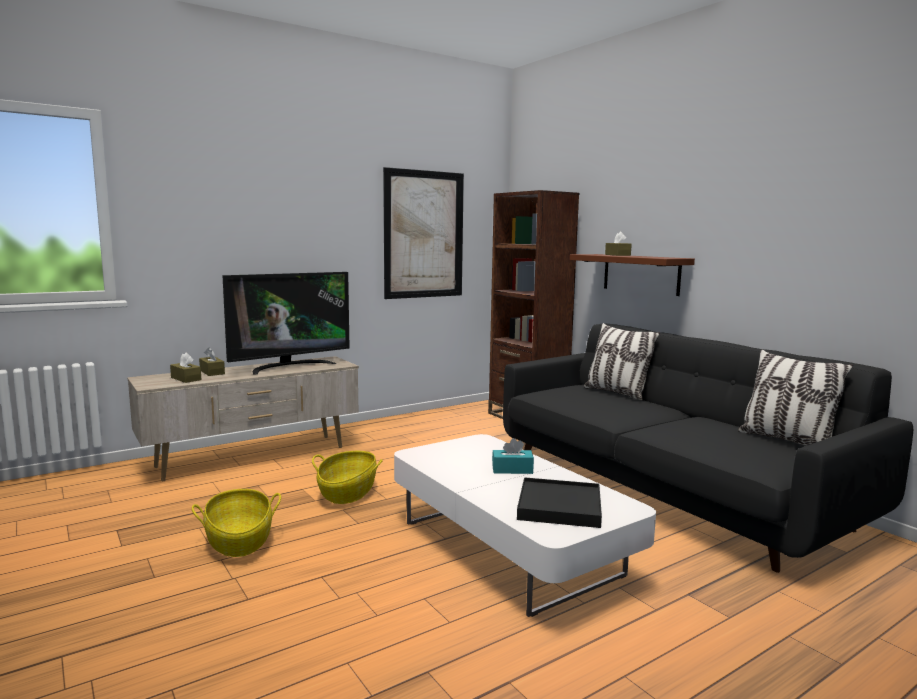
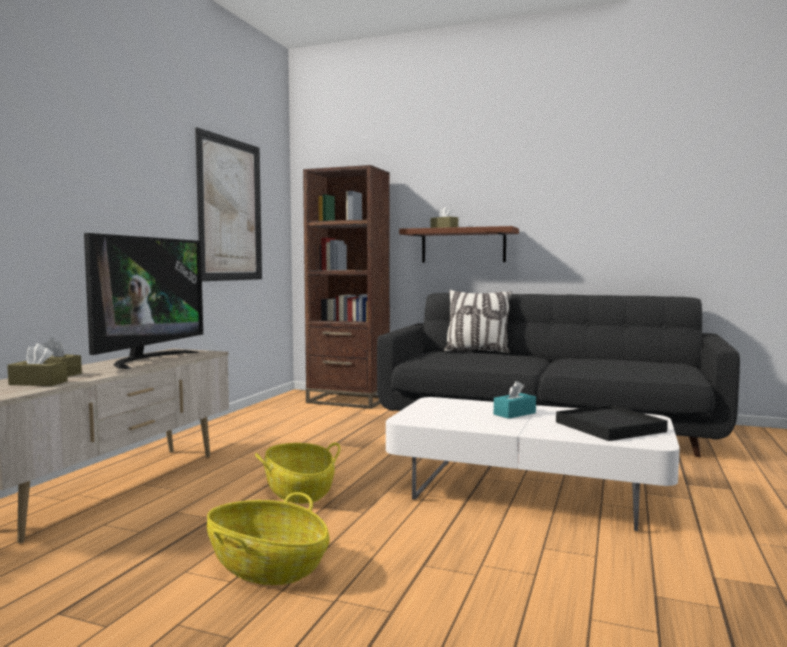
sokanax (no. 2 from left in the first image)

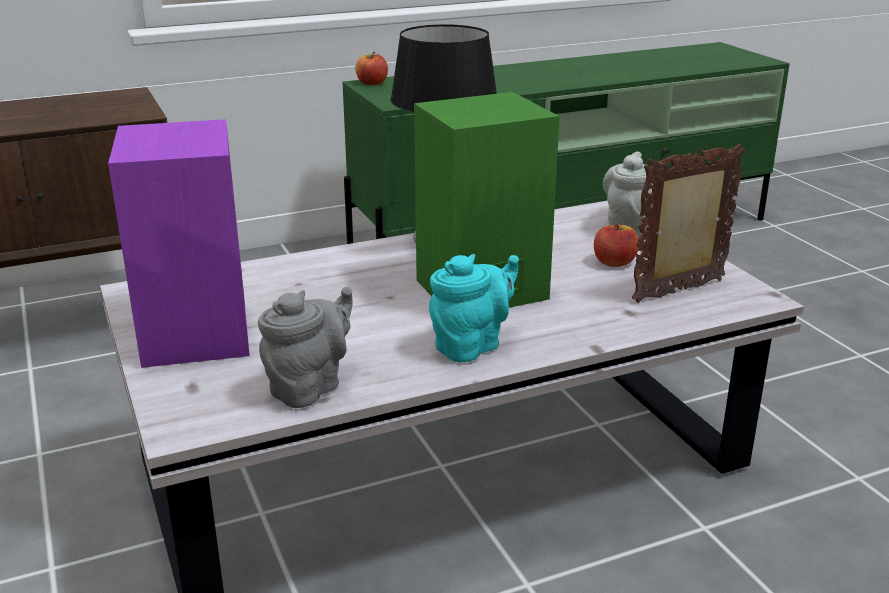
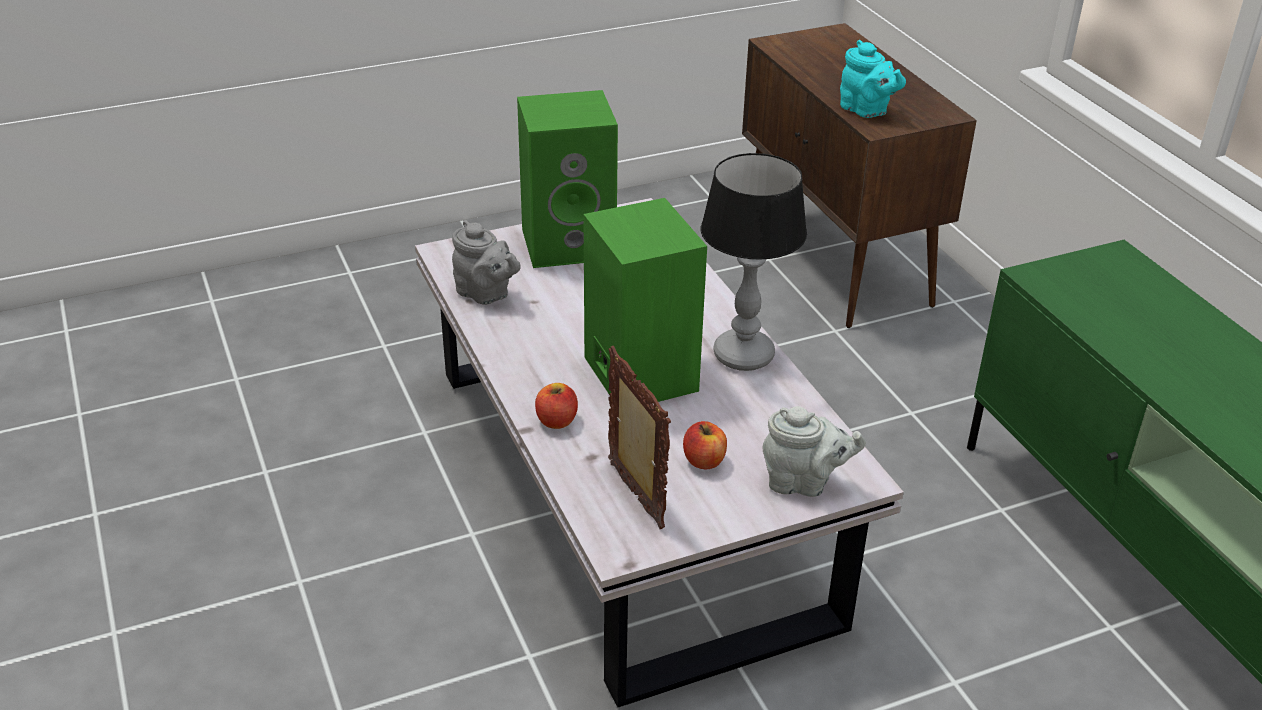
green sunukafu (no. 1 from left); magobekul (no. 1 from left); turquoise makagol

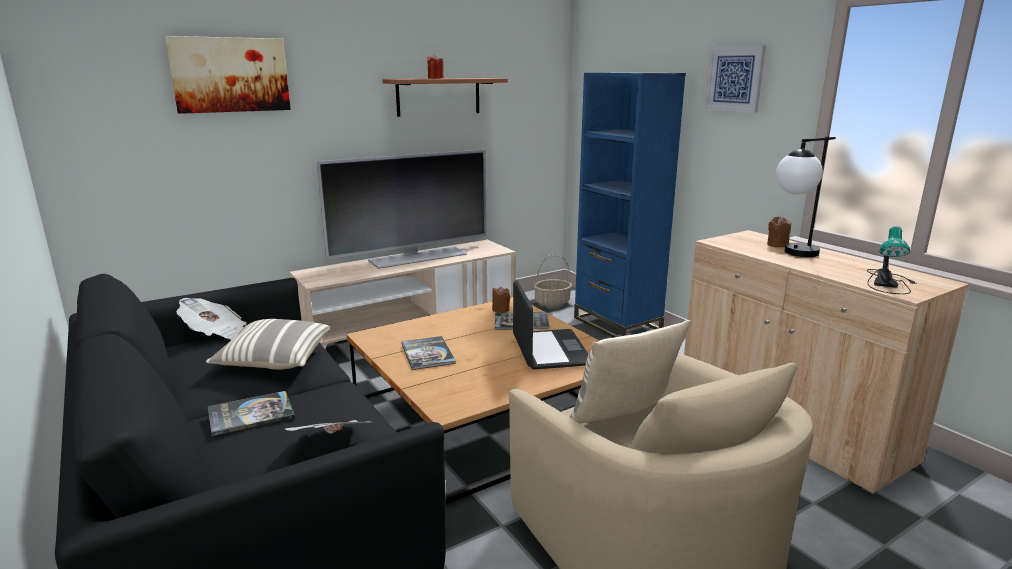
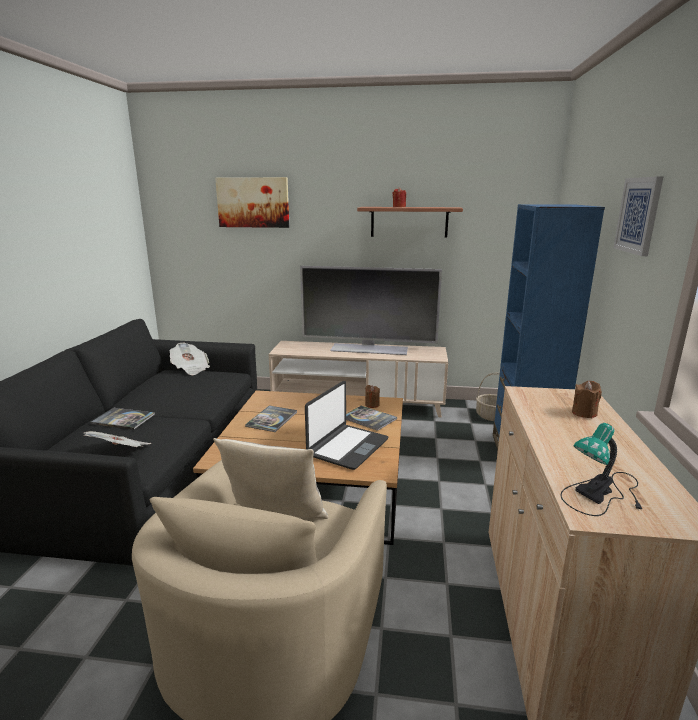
sokanax (no. 1 from left in the first image); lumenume (no. 1 from left in the first image)

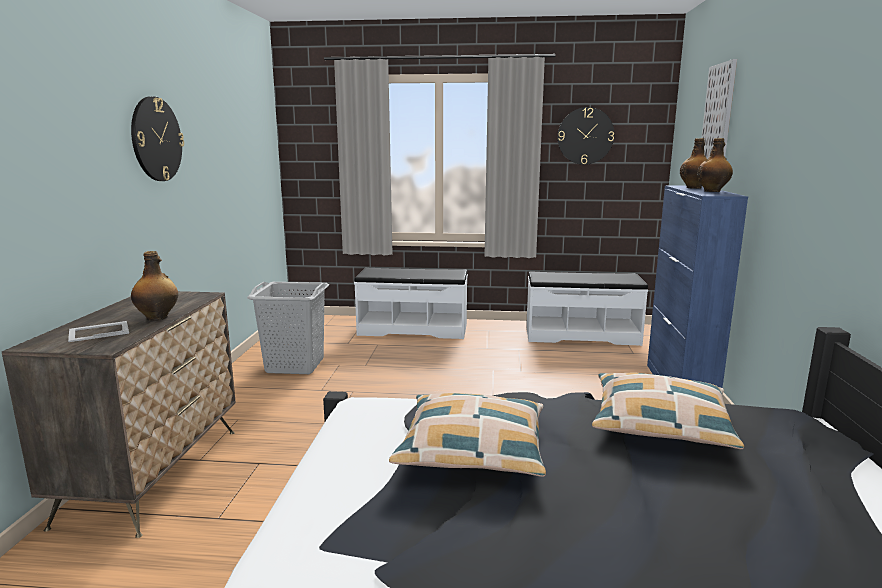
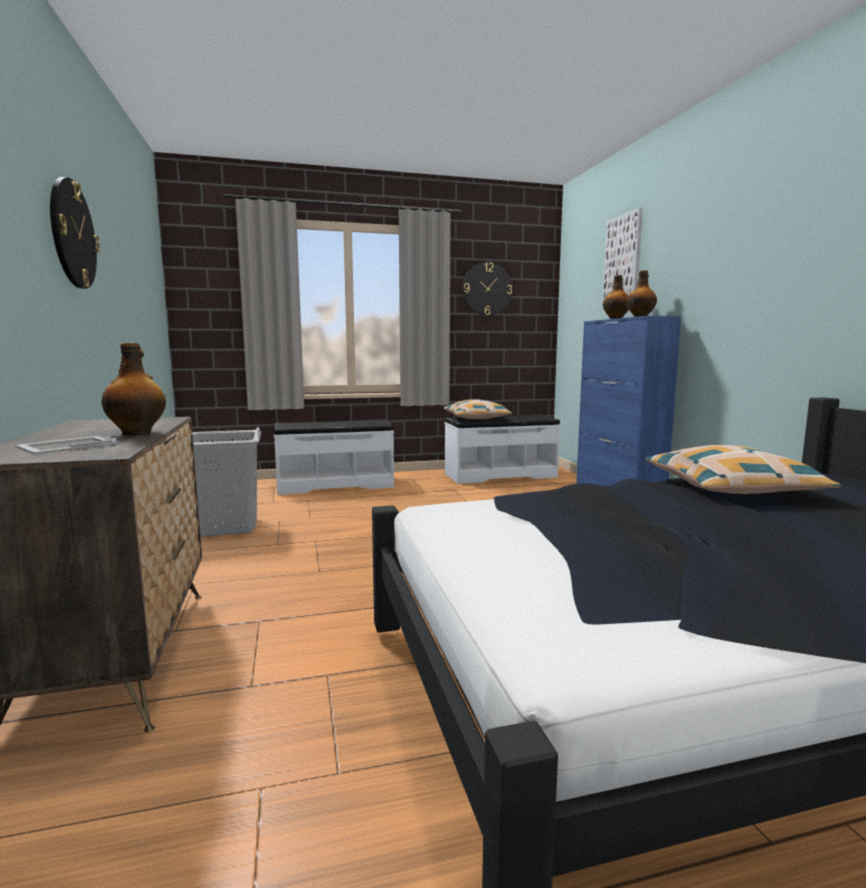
sokanax (no. 1 from left)

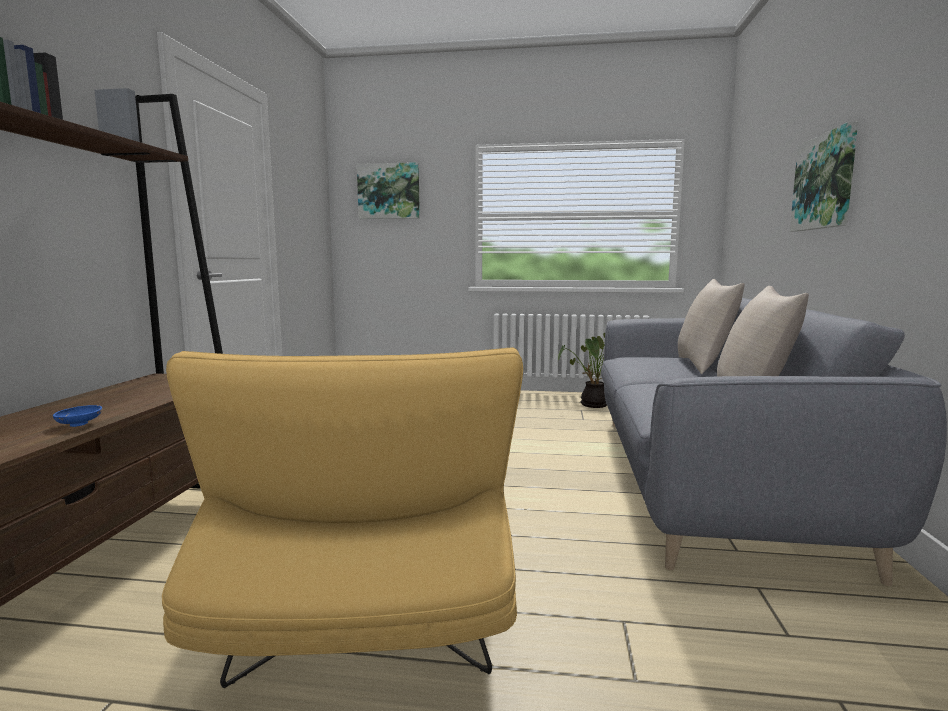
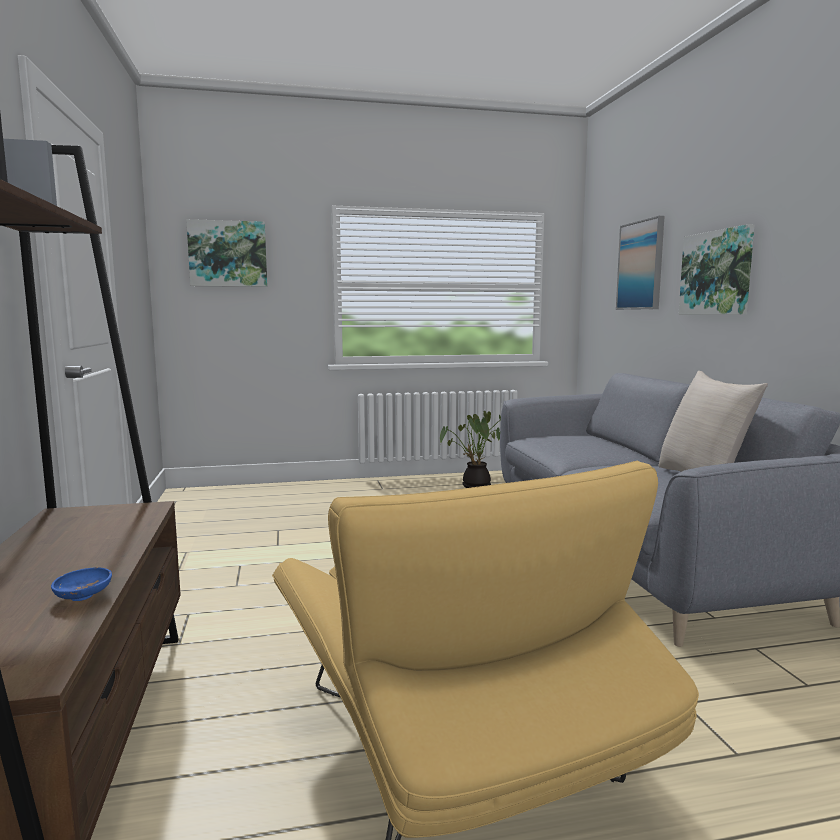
beige sokanax (no. 1 from left in the first image); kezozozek (no. 2 from left)

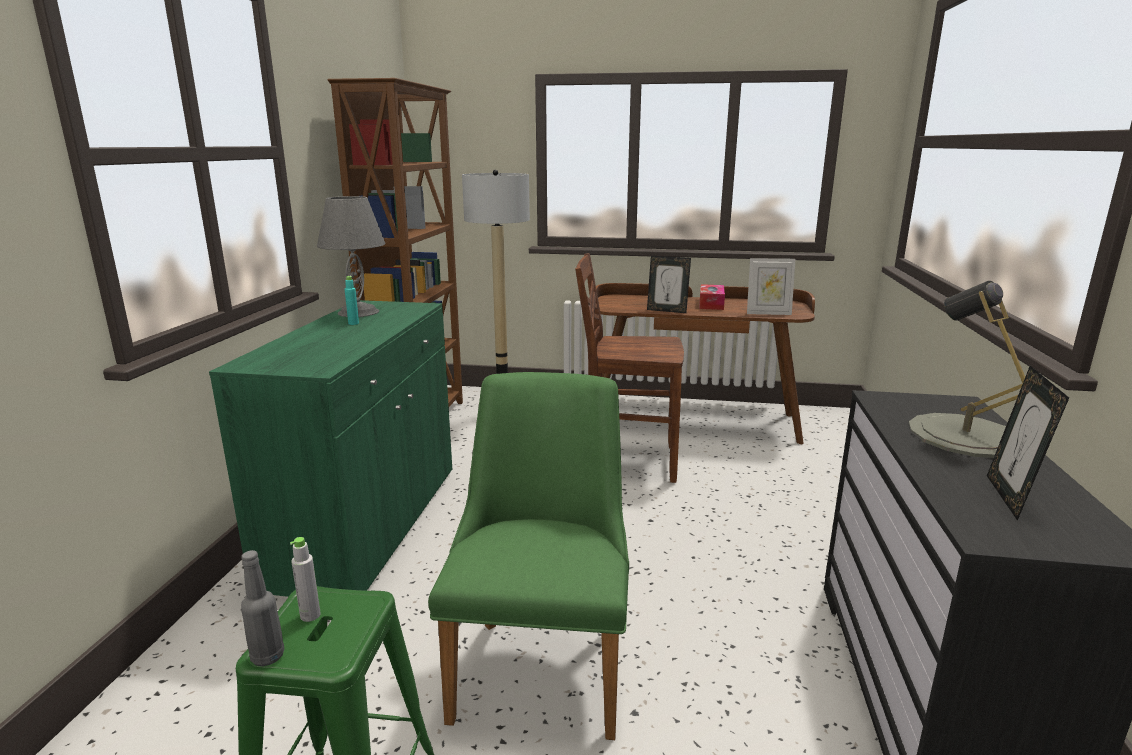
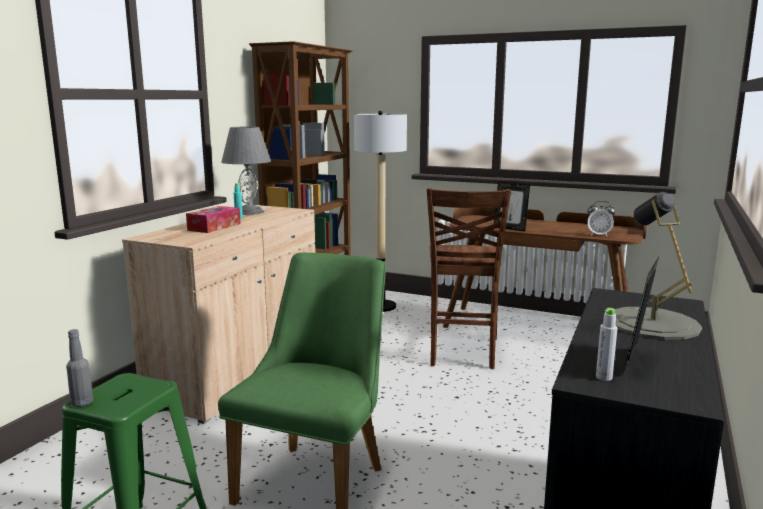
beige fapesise; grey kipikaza (no. 2 from left); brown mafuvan; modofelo; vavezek

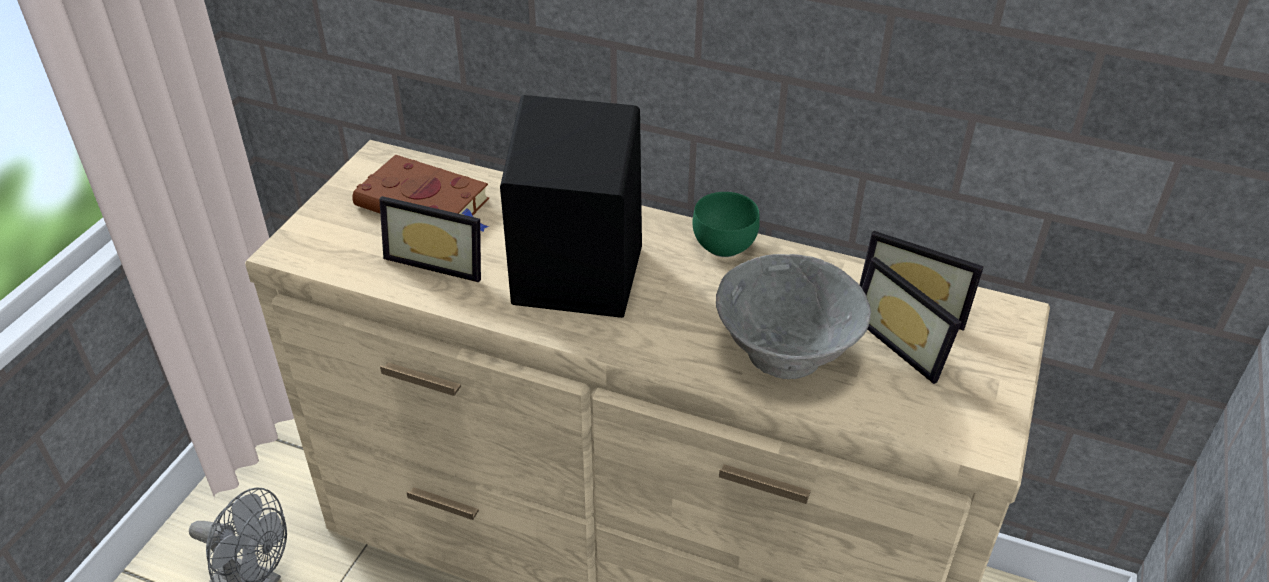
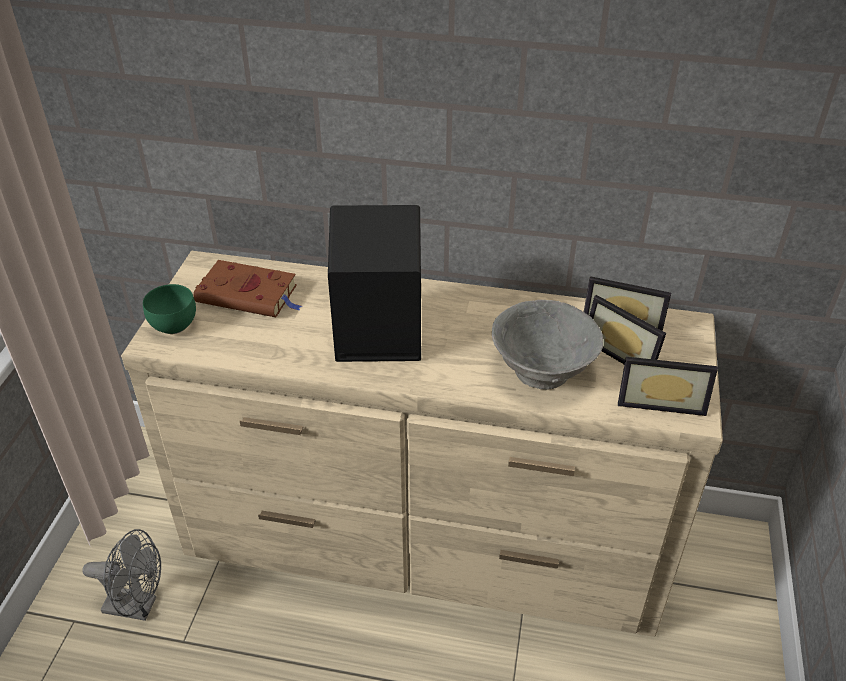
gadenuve (no. 3 from left); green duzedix

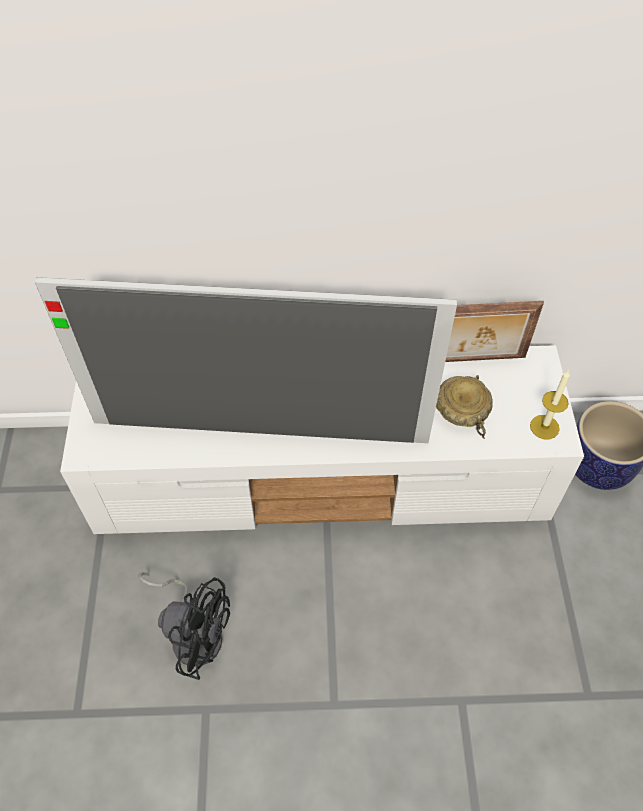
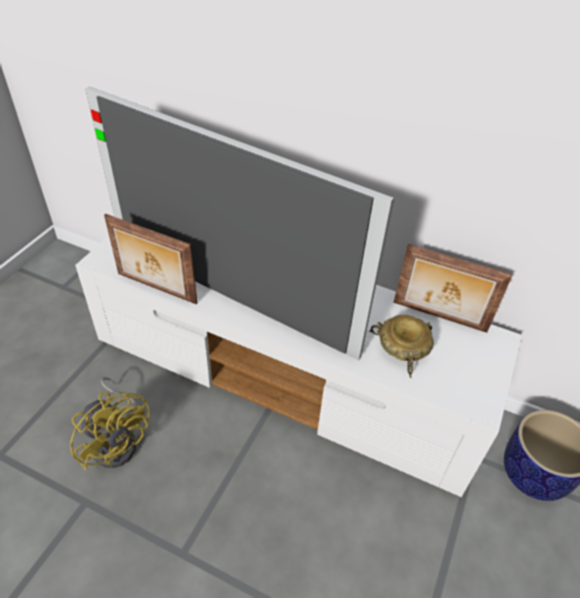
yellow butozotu; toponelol; gadenuve (no. 1 from left)

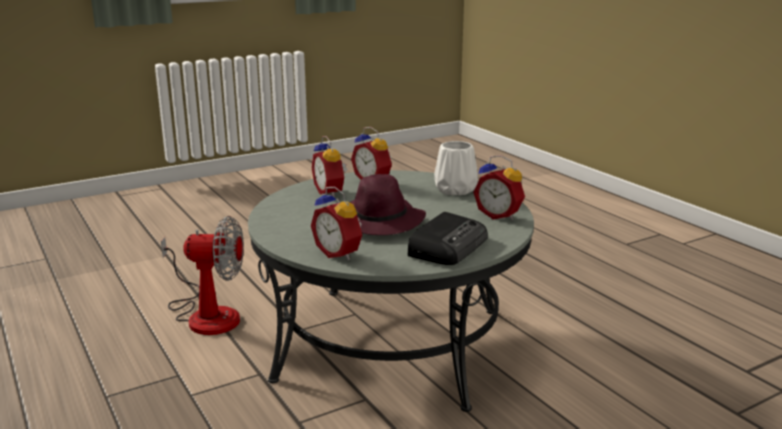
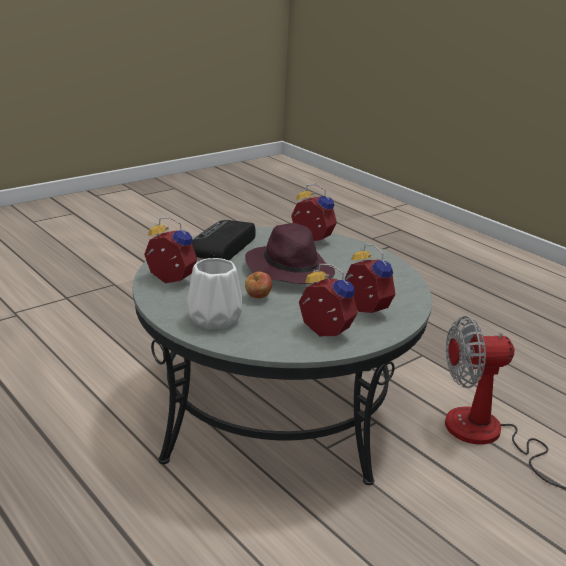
magobekul

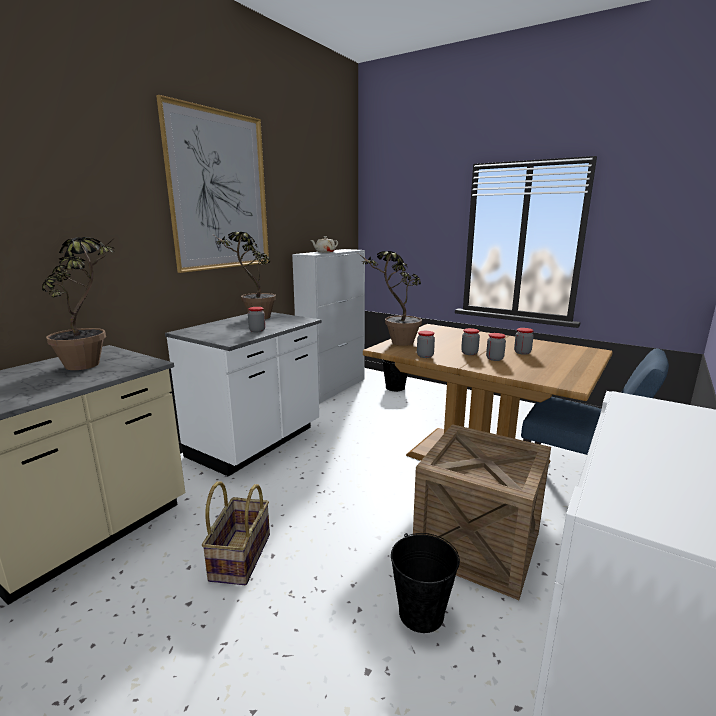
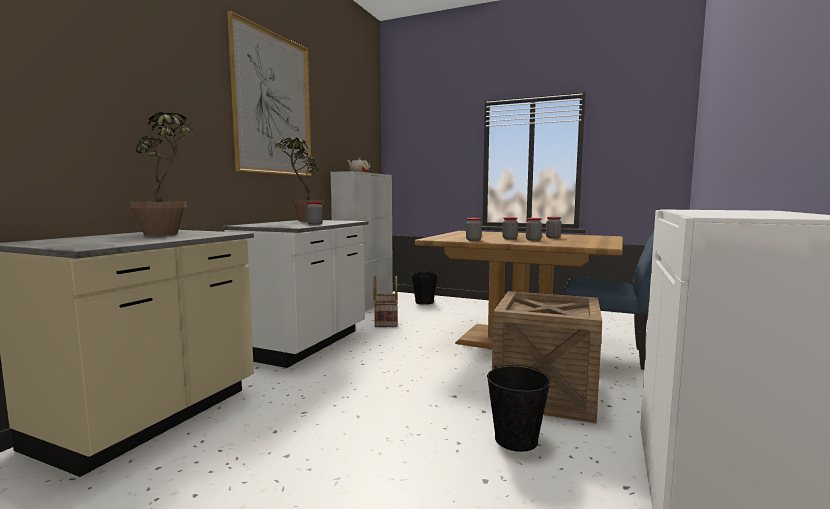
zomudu; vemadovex (no. 3 from left in the first image)

